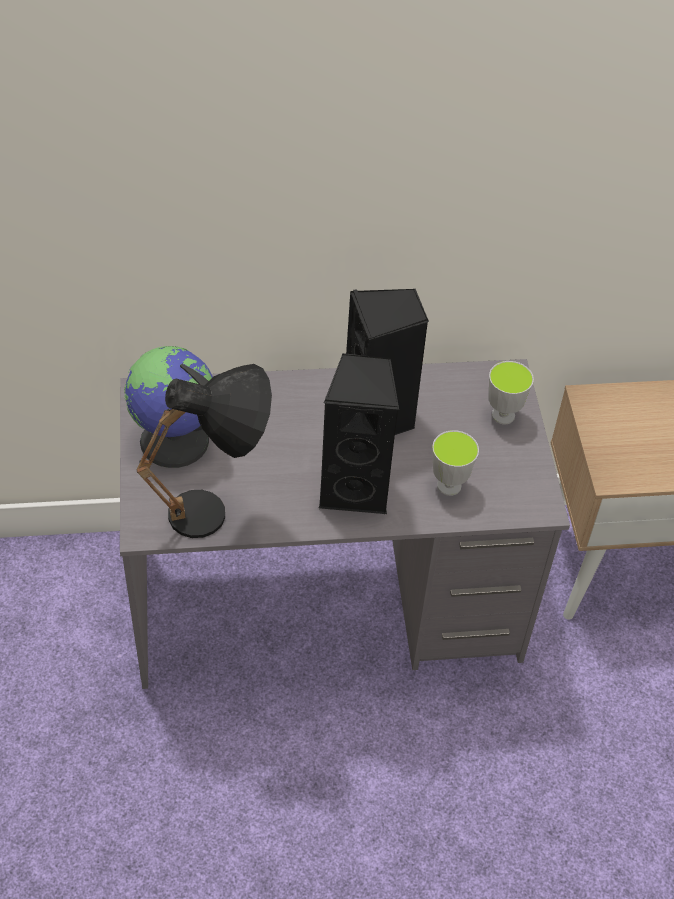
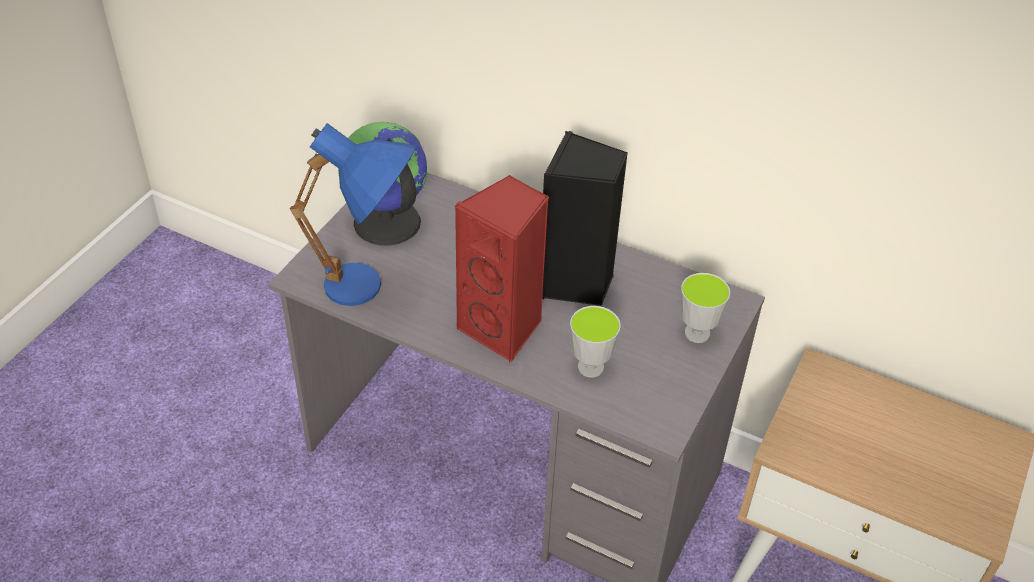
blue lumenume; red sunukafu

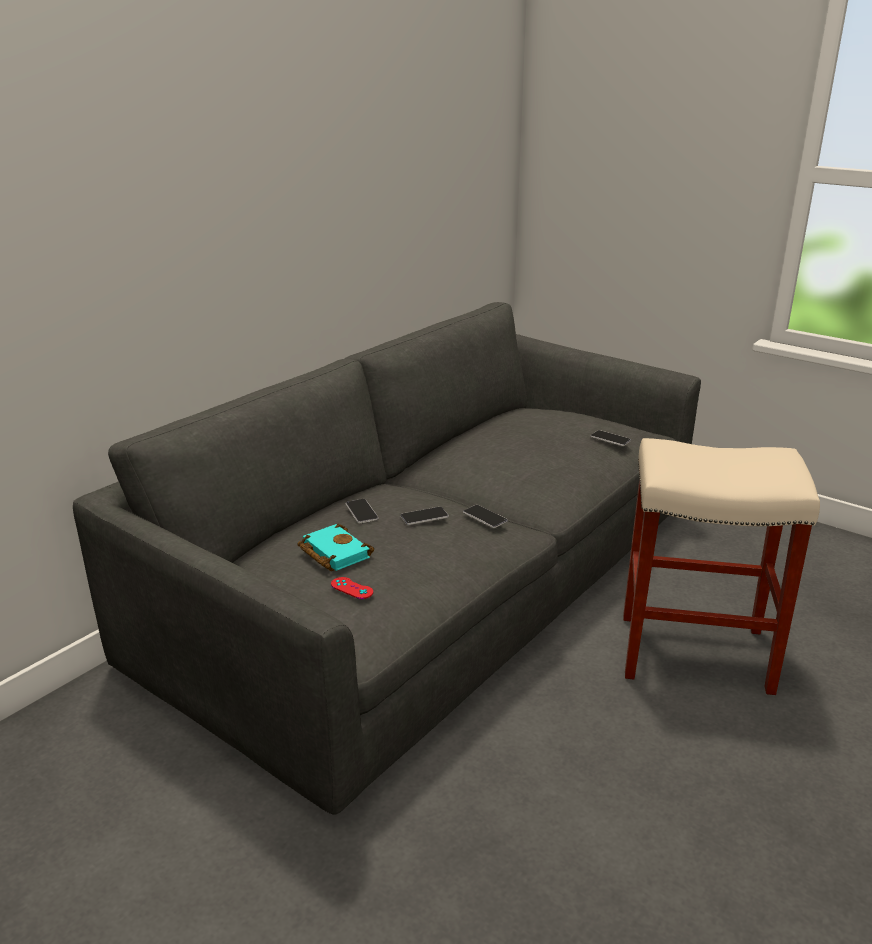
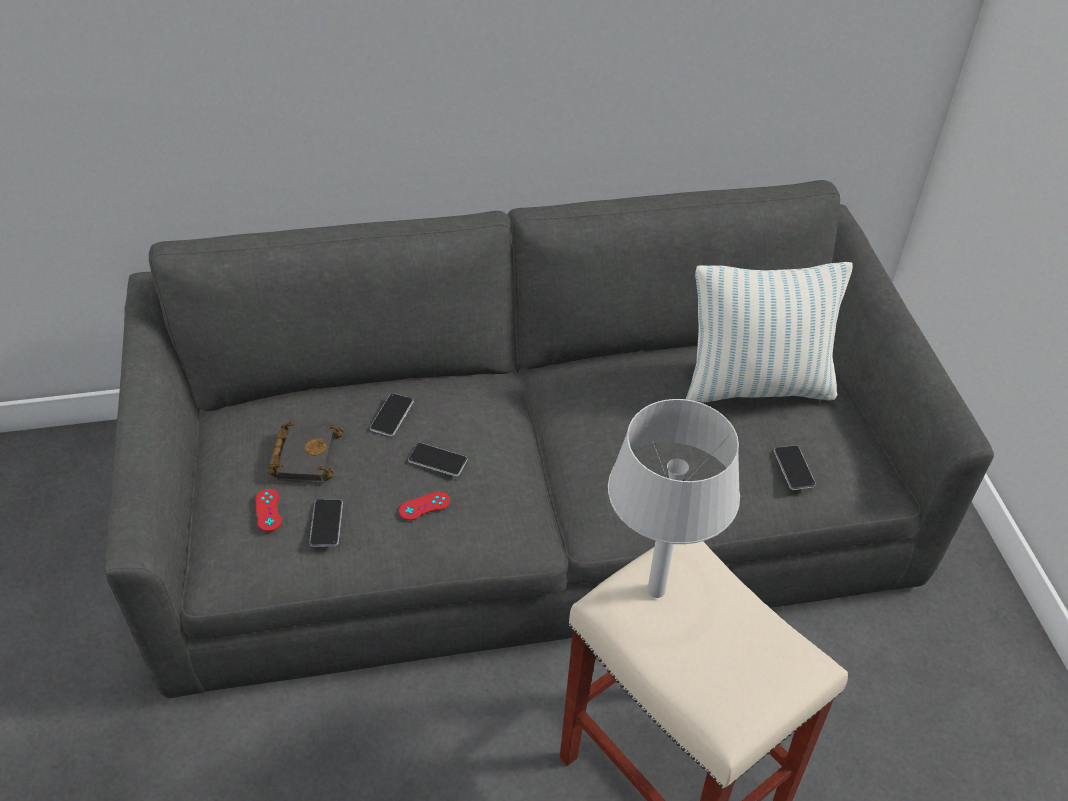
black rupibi; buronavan (no. 1 from left); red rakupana (no. 2 from left); grey lumenume; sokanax

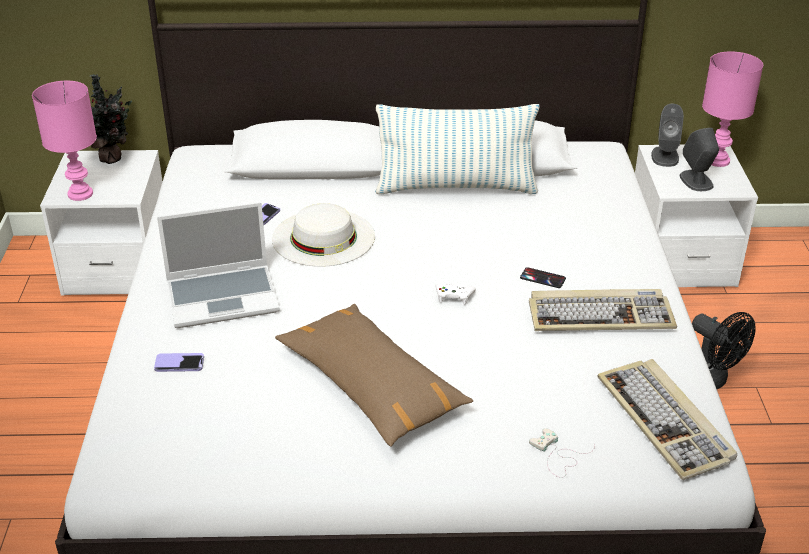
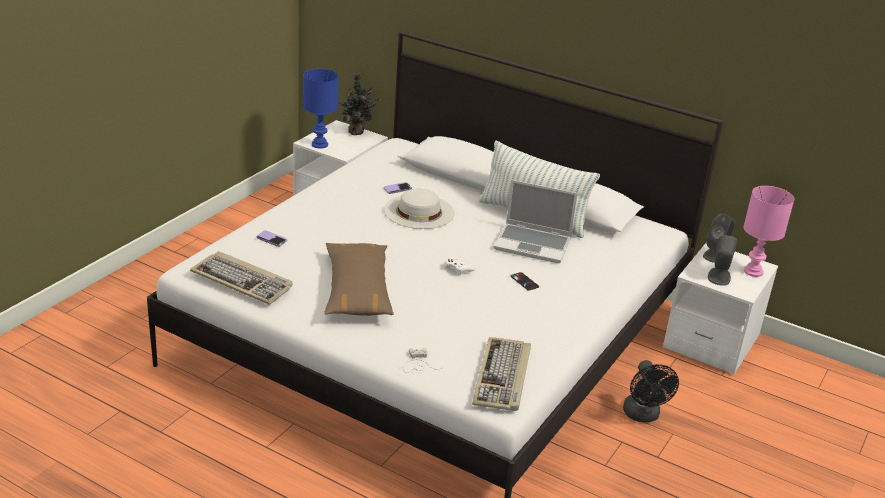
blue lumenume; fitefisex; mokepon (no. 1 from left)

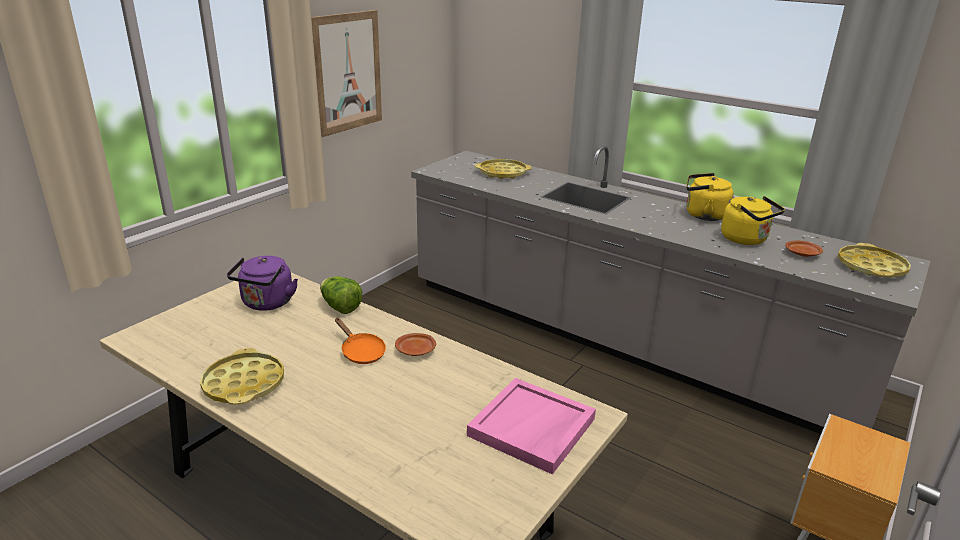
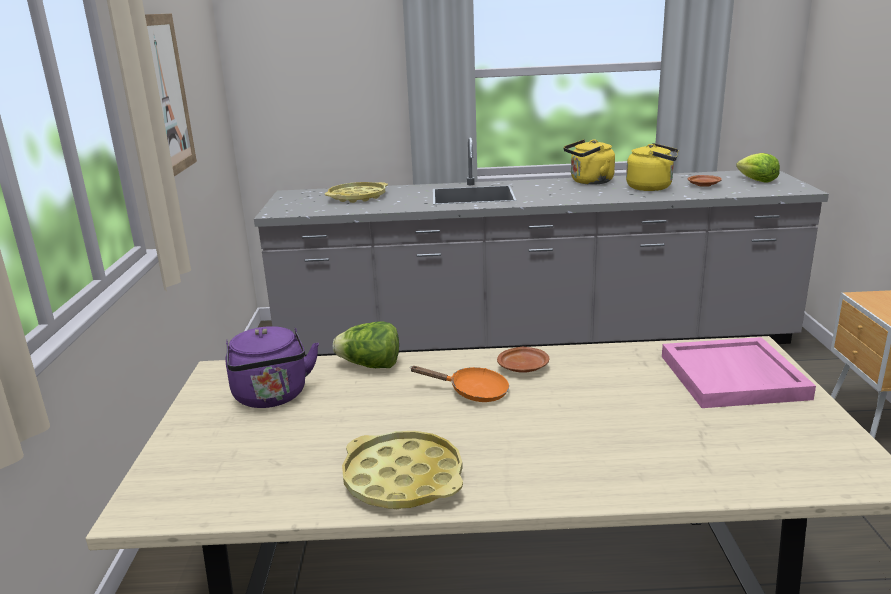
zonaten (no. 2 from left)

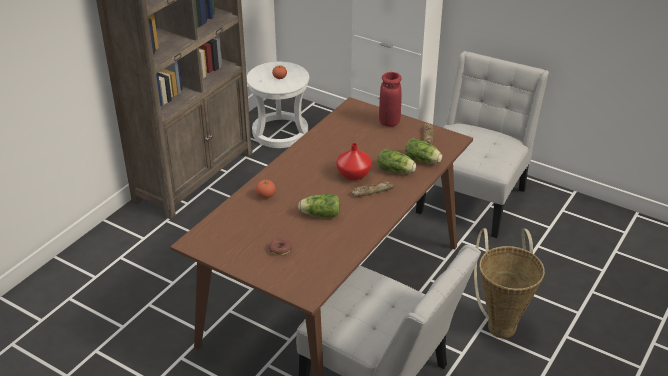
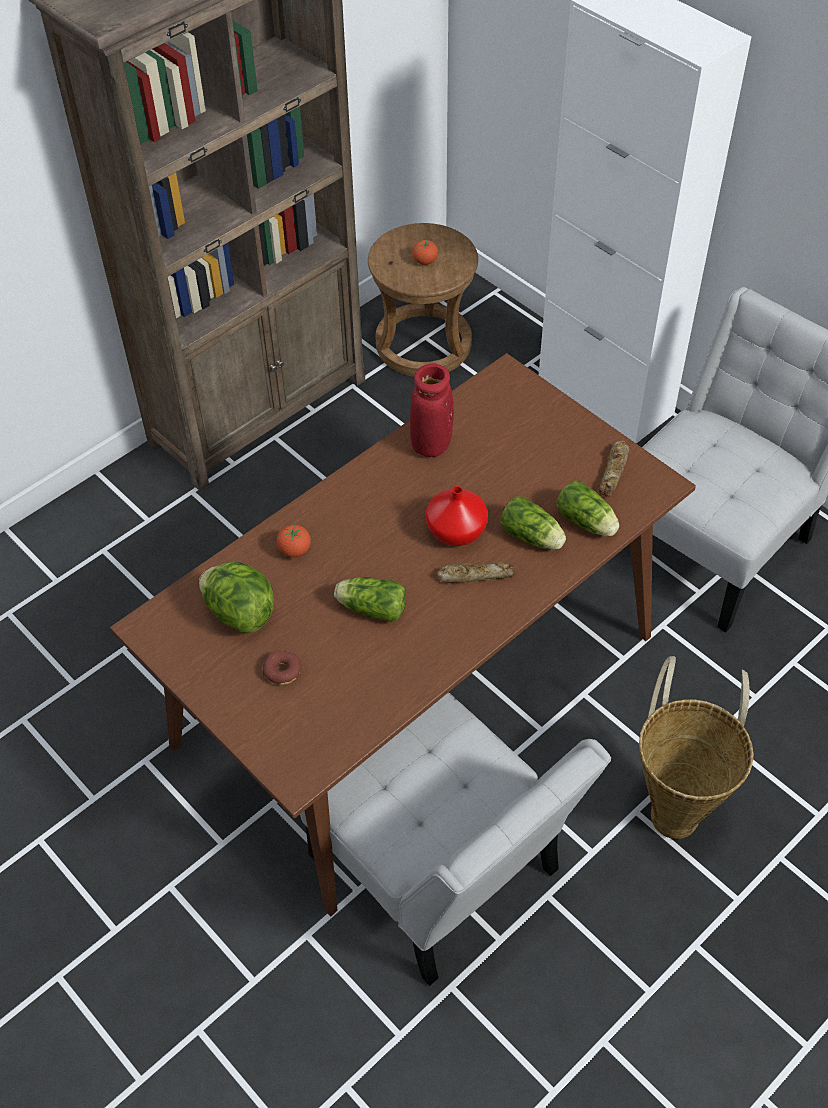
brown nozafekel; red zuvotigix (no. 1 from left); zonaten (no. 1 from left)

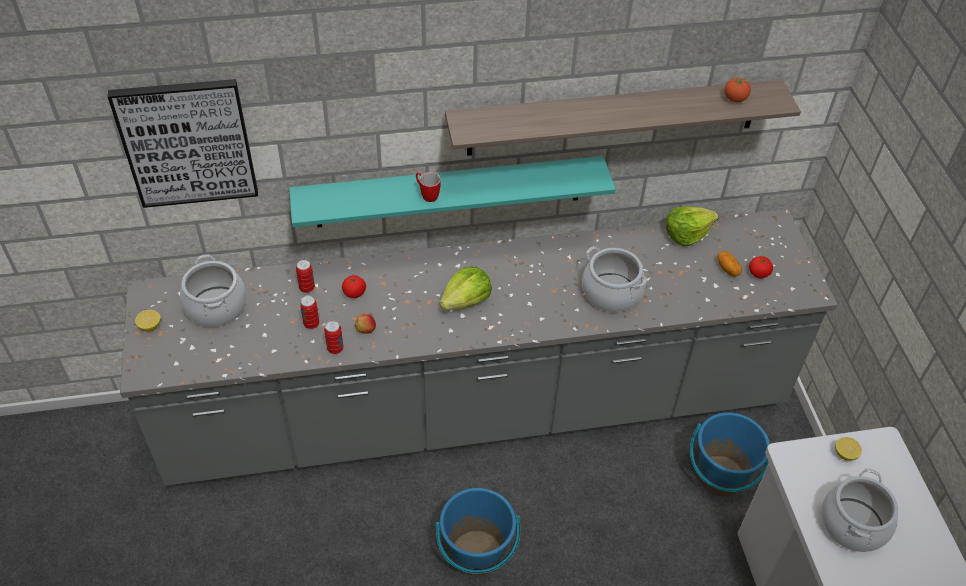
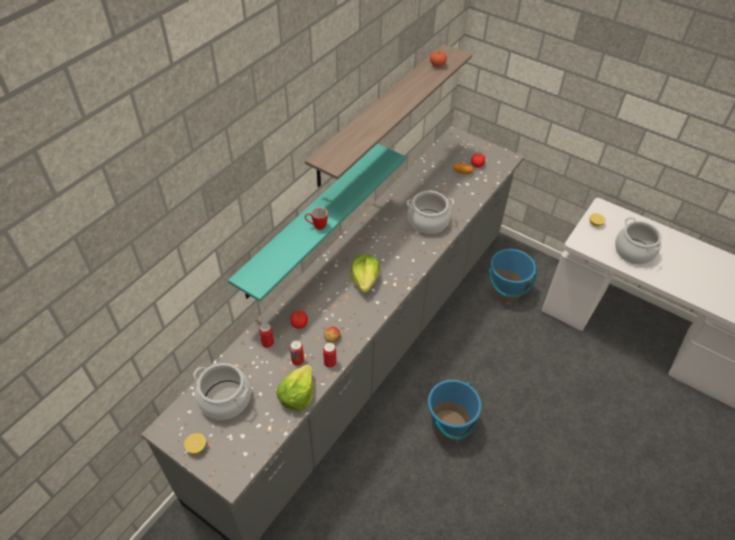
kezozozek; zonaten (no. 1 from left)

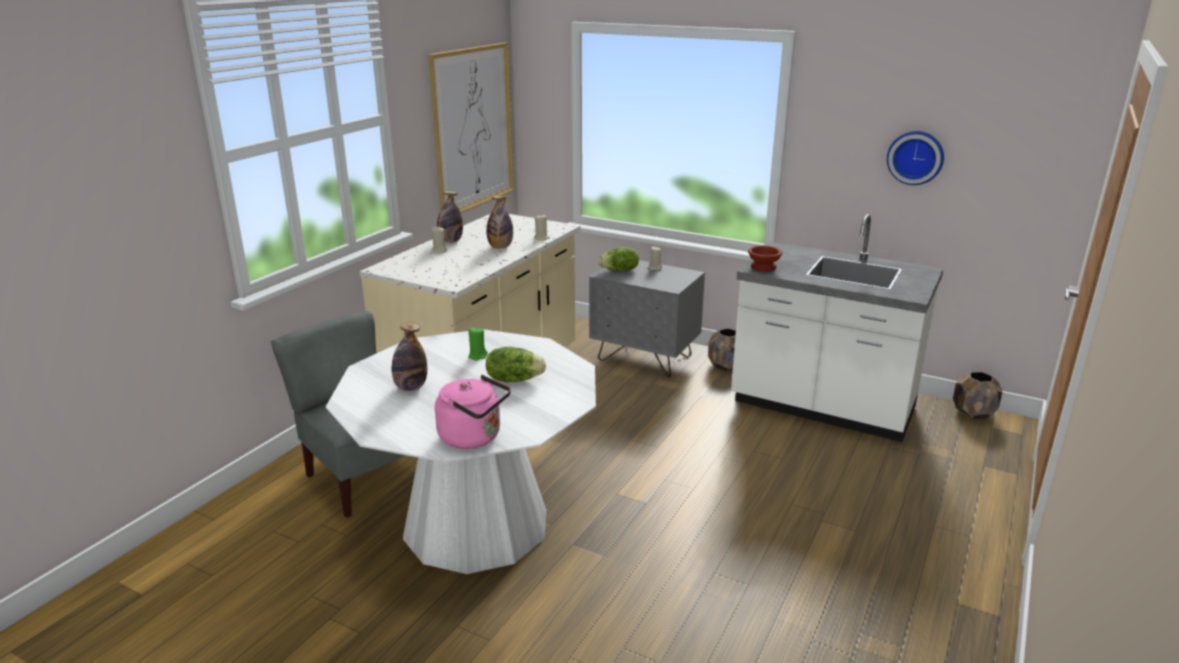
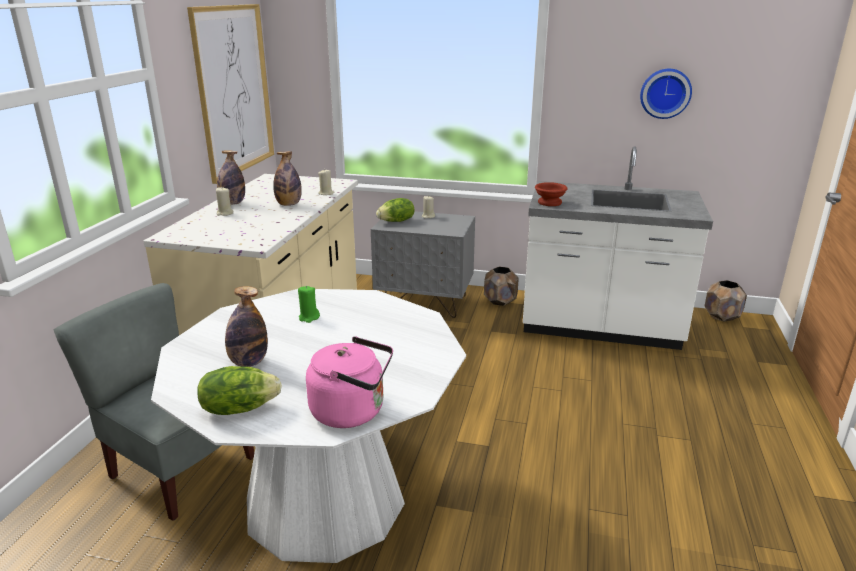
zonaten (no. 1 from left)

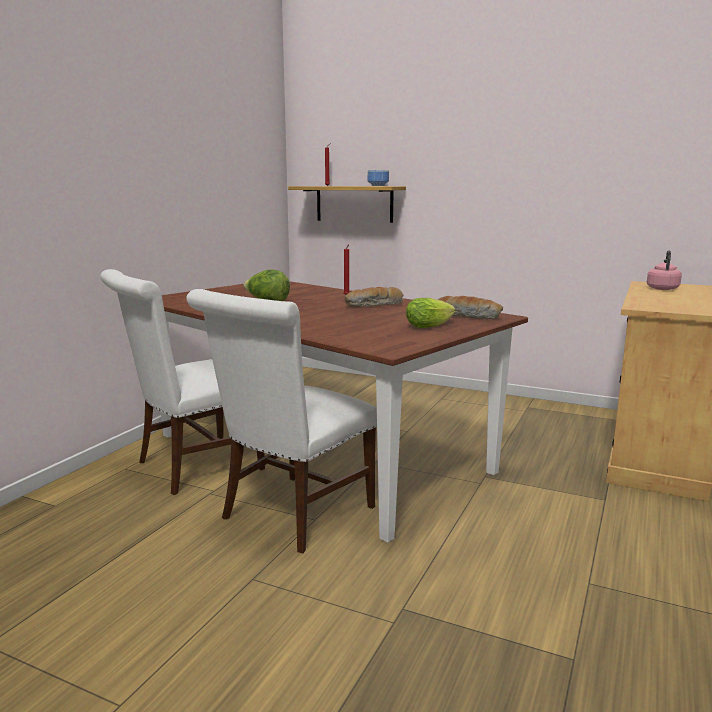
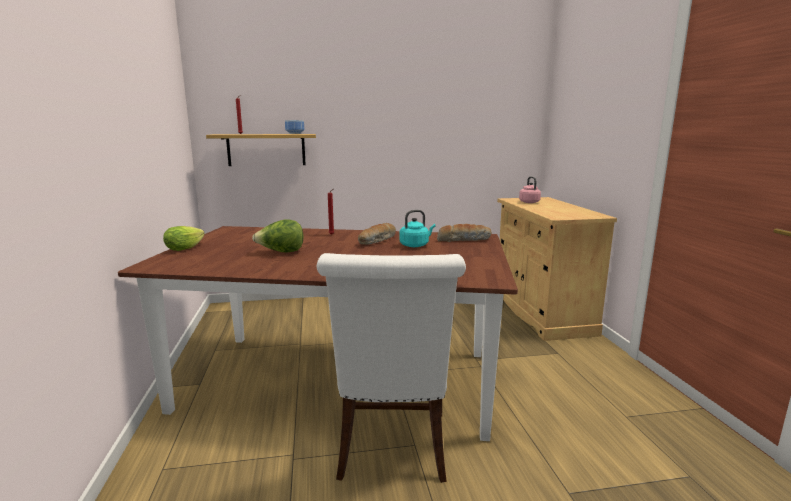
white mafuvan (no. 1 from left in the first image); zonaten (no. 1 from left); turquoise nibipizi

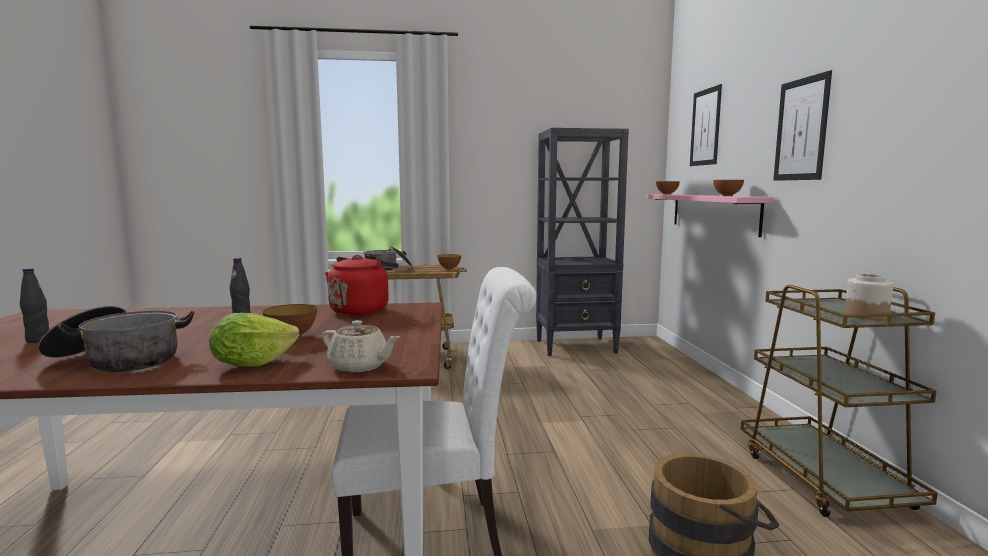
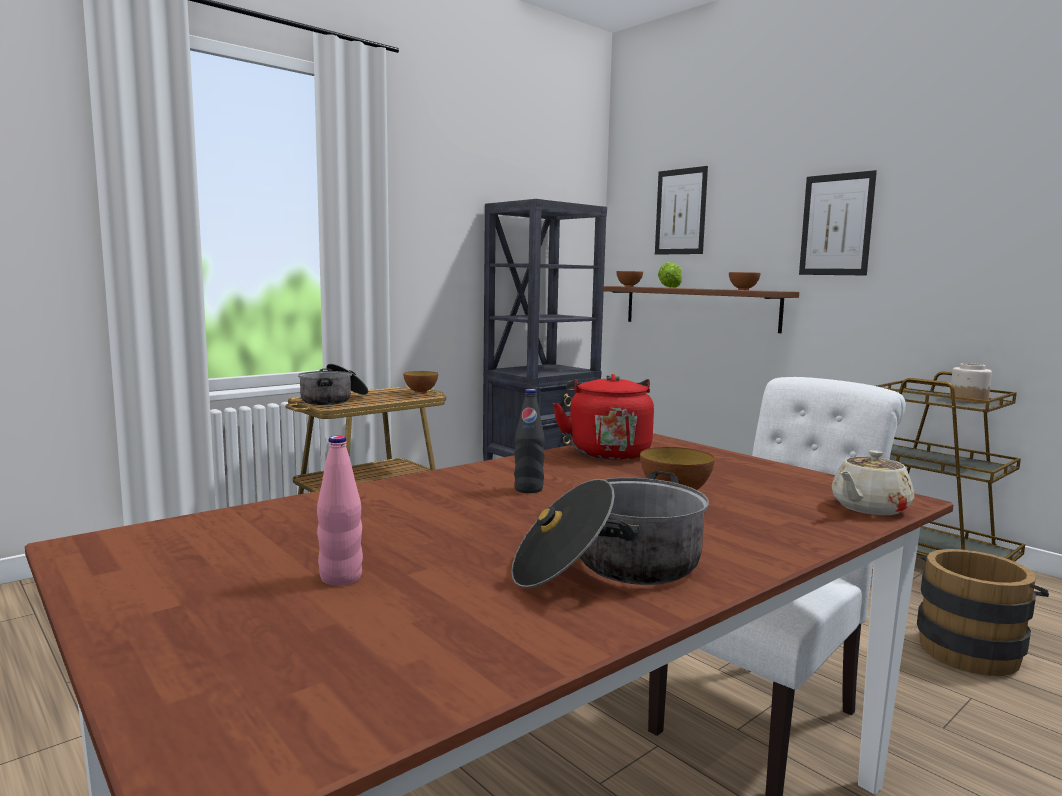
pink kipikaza; zonaten; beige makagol; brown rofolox

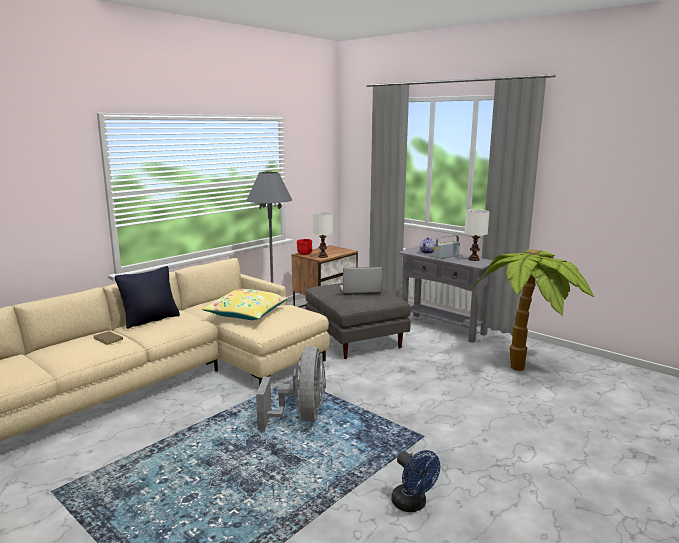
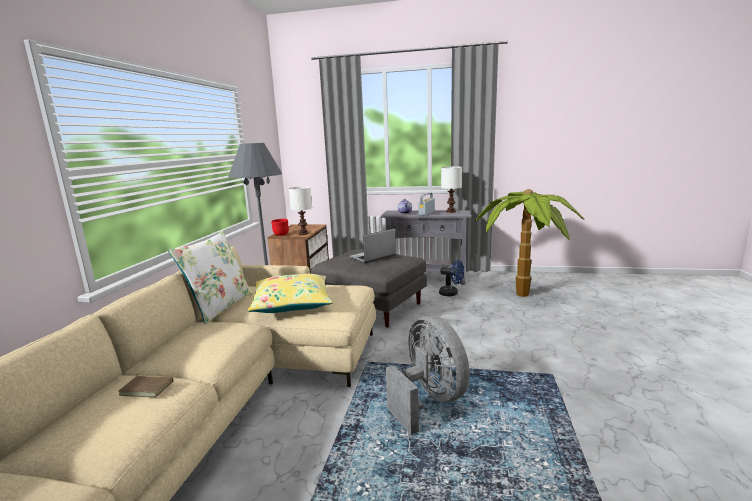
black sokanax; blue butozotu; white sokanax

